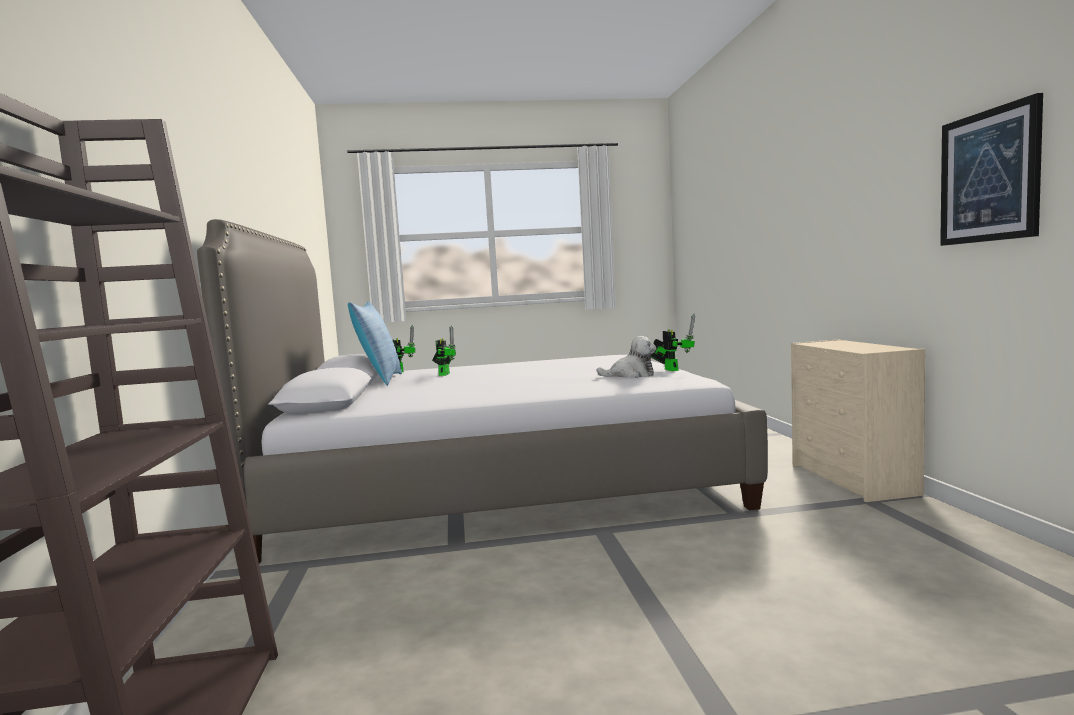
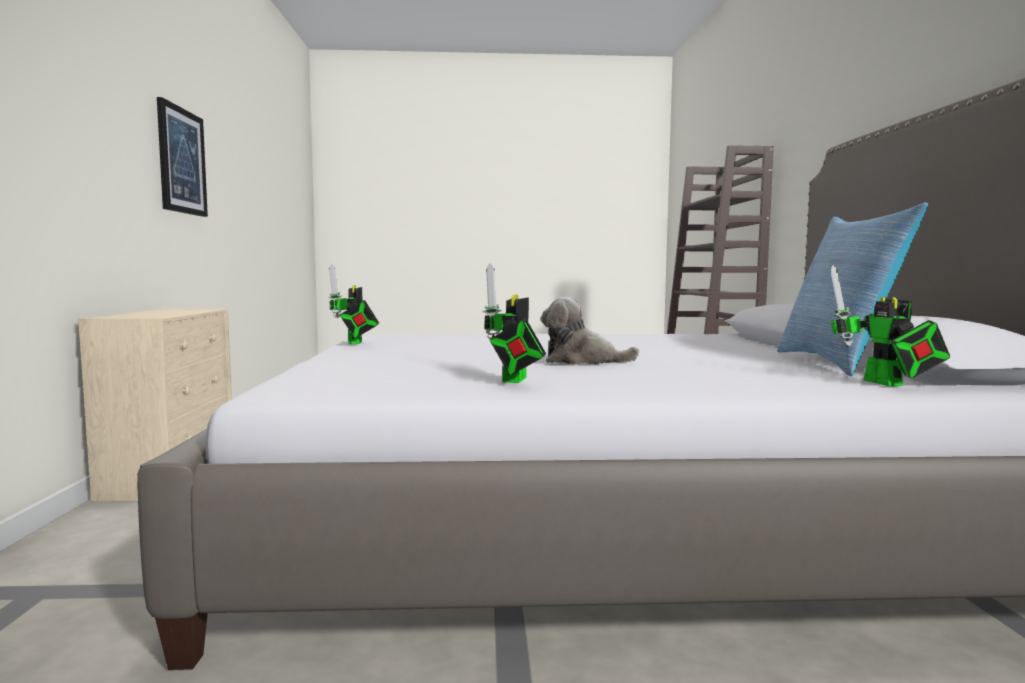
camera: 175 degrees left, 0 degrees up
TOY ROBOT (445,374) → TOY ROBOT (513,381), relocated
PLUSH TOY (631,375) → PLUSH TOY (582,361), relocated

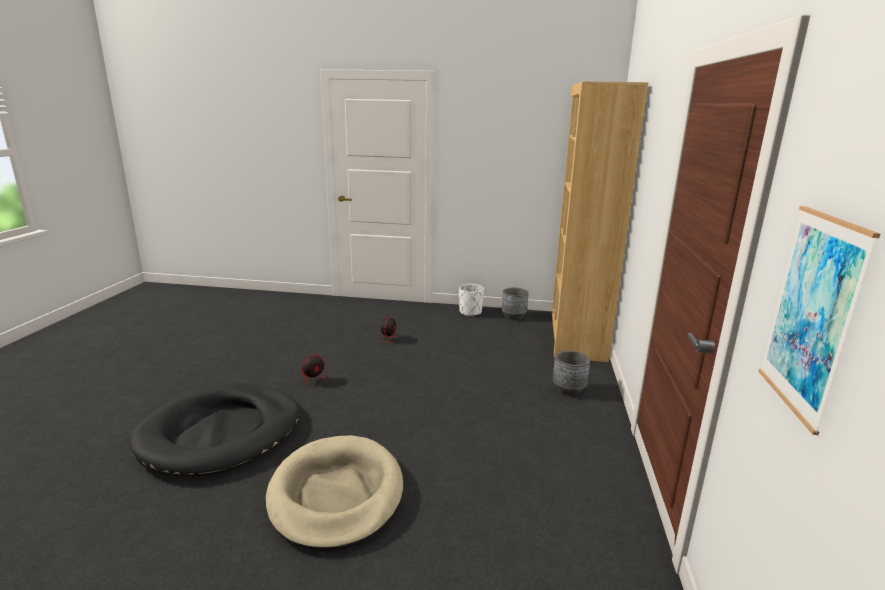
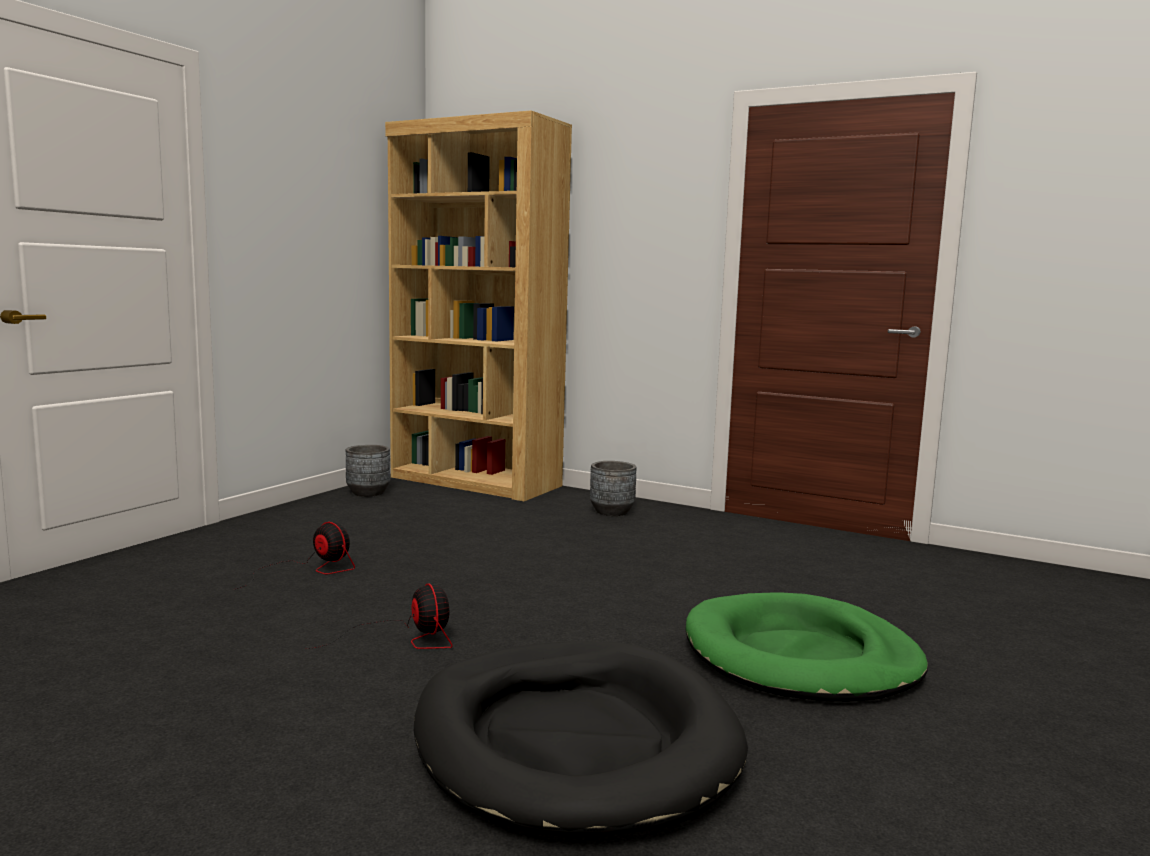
camera: 70 degrees left, 10 degrees down
WHITE PLANTER (470,312) → -
PICTURE (811,314) → -
BEIGE DOG BED (336,495) → GREEN DOG BED (800,657)

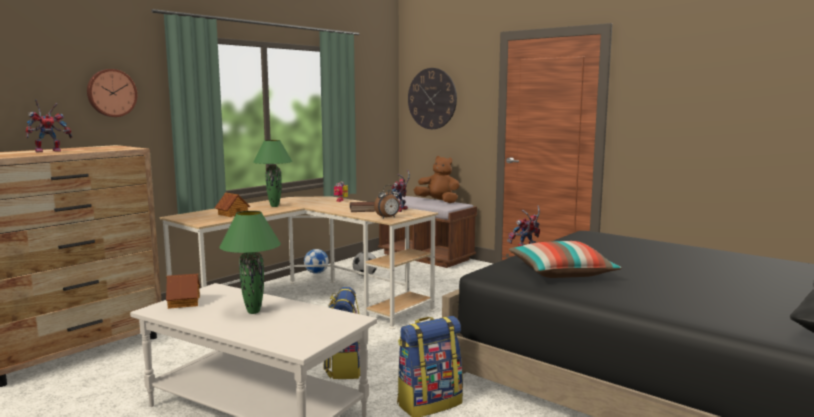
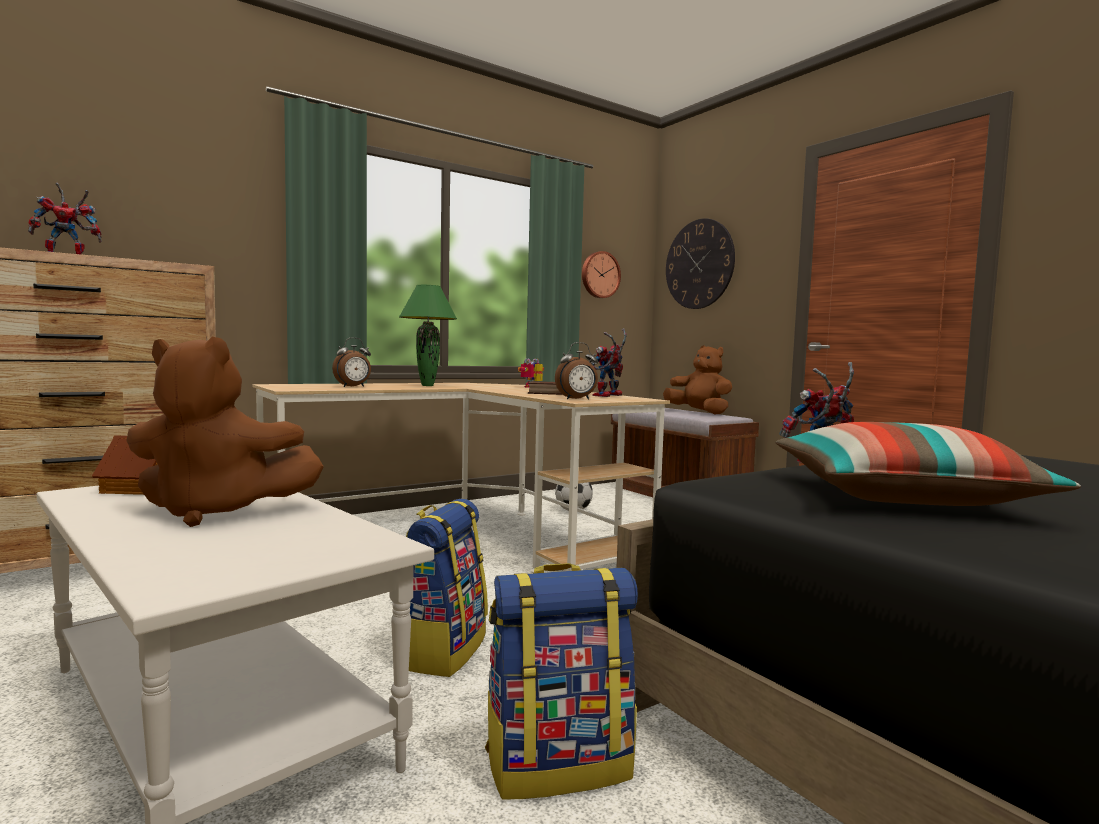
camera: 15 degrees right, 5 degrees down
FOOTBALL (316,273) → -
WALL CLOCK (111,93) → WALL CLOCK (599,275), relocated
TOY HOUSE (232,214) → ALARM CLOCK (353,386)
GREEN TABLE LAMP (253,312) → BROWN PLUSH TOY (218,512)

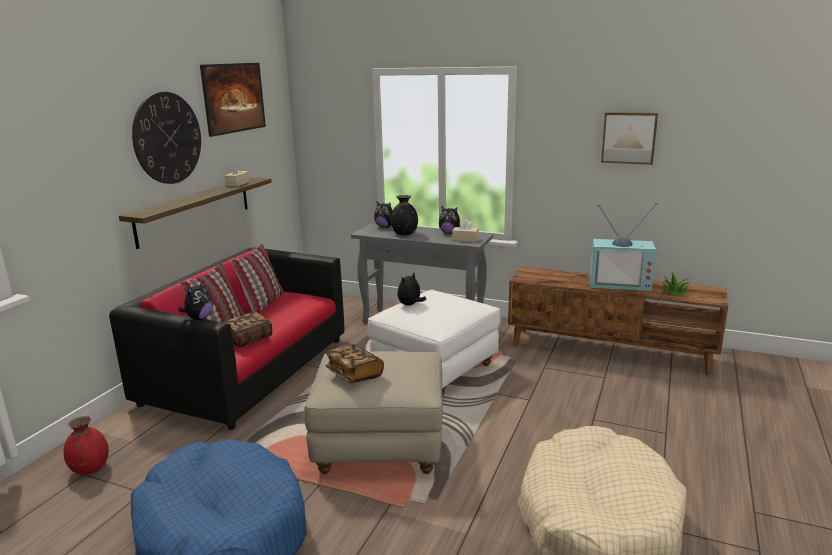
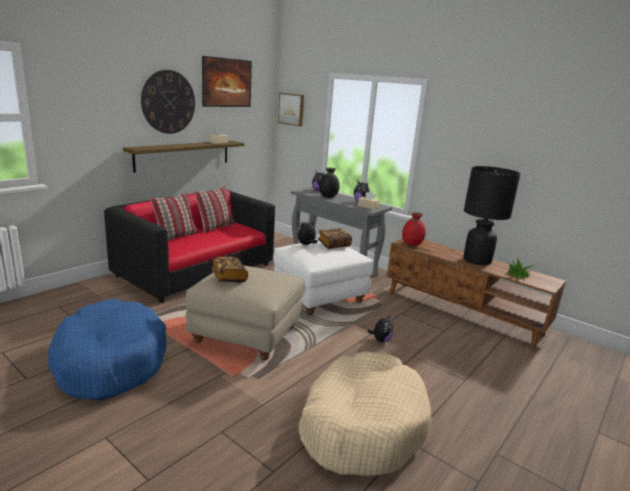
camera: 15 degrees right, 0 degrees up
RED VASE (90,468) → RED VASE (411,244), relocated
PLUSH TOY (199,318) → PLUSH TOY (381,340), relocated
BOOK (248,338) → BOOK (334,245), relocated
PICTURE (629,138) → PICTURE (291,109), relocated
TELEVISION (620,283) → BLACK TABLE LAMP (477,260)

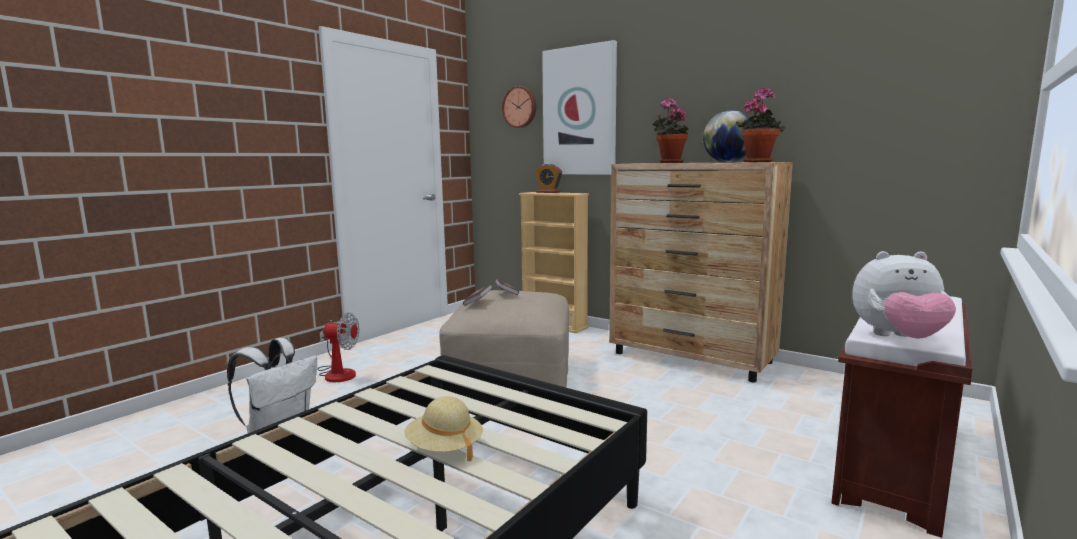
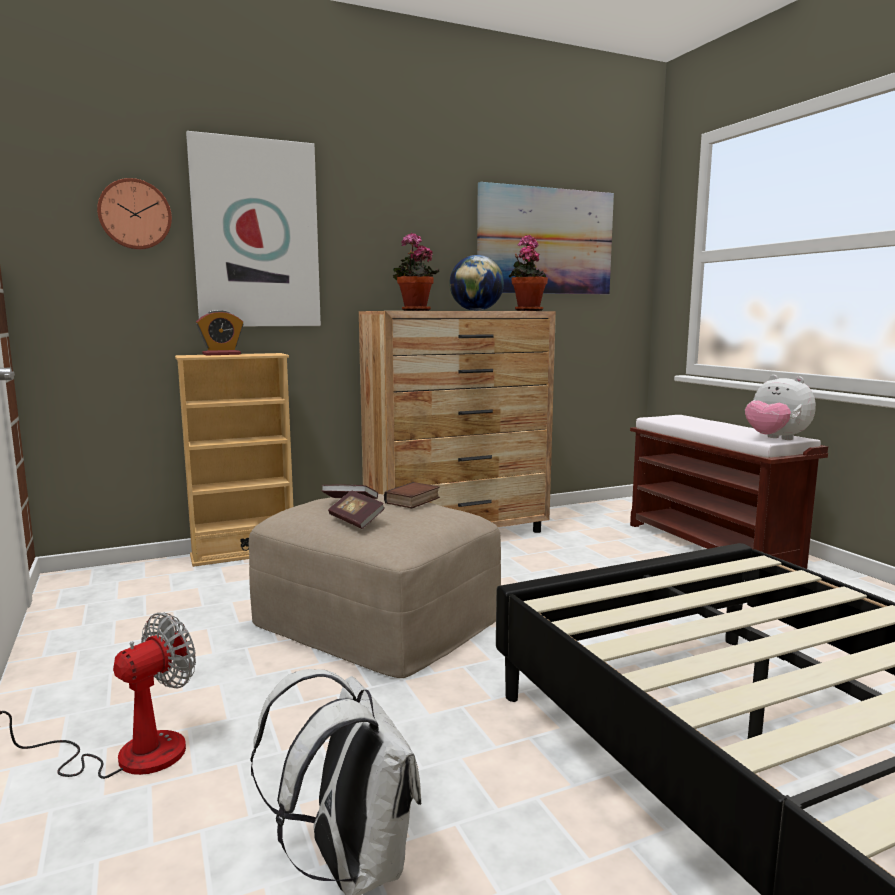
camera: 60 degrees left, 0 degrees up
BEIGE HAT (444,448) → -
- → BOOK (413,501)
- → PICTURE (545,241)
PLUSH TOY (898,338) → PLUSH TOY (775,439), 105 degrees clockwise

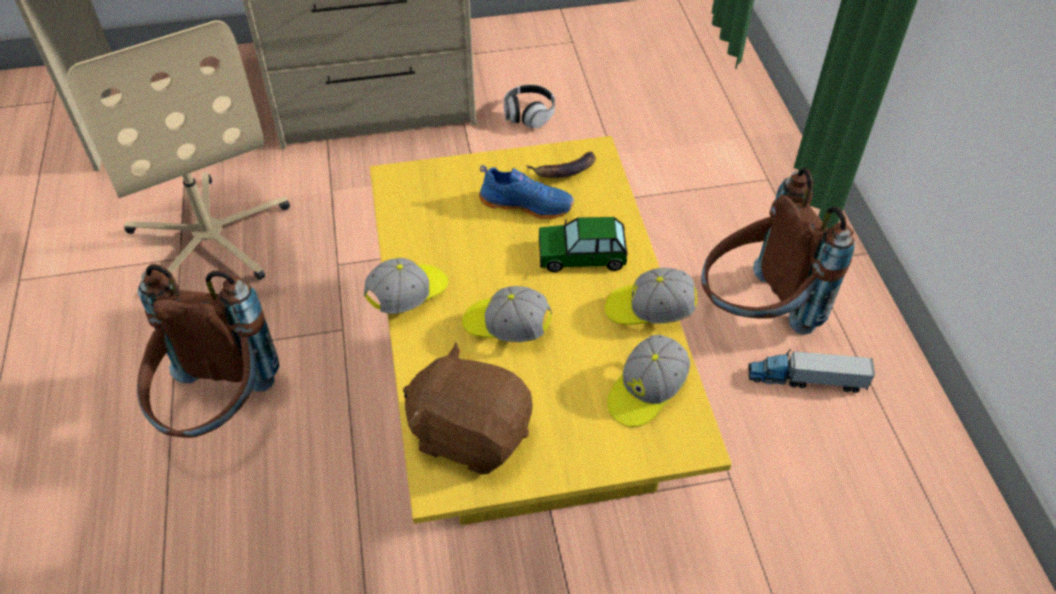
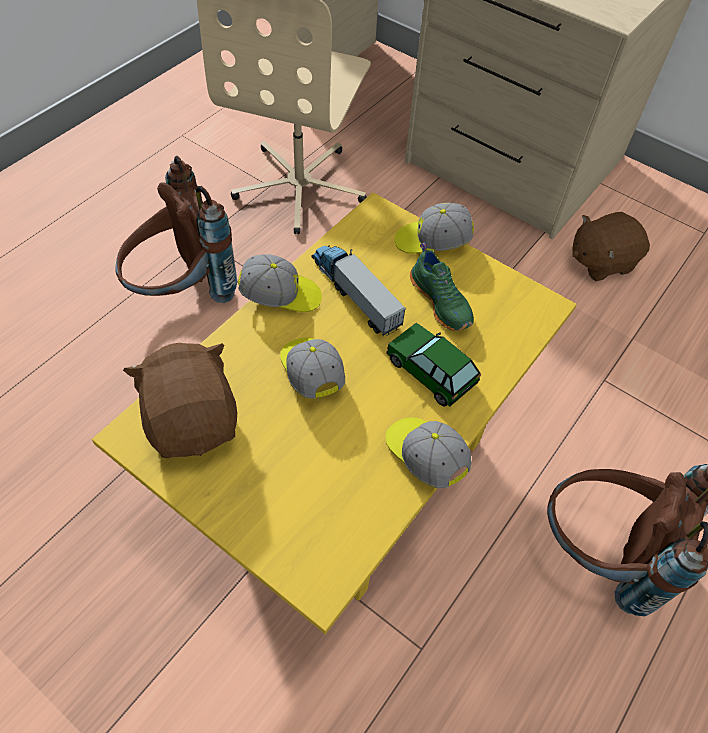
camera: 45 degrees right, 5 degrees up
BANANA (564,170) → -
CAP (646,391) → CAP (432,241), relocated
TOY TRUCK (806,379) → TOY TRUCK (354,294), relocated
HEADPHONES (529,115) → BROWN PLUSH TOY (600,261)
BLUE SHOE (526,203) → GREEN SHOE (442,301)

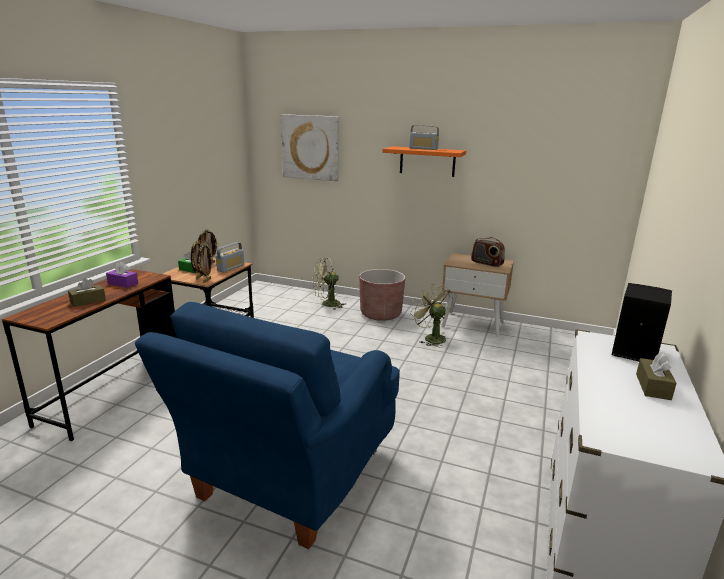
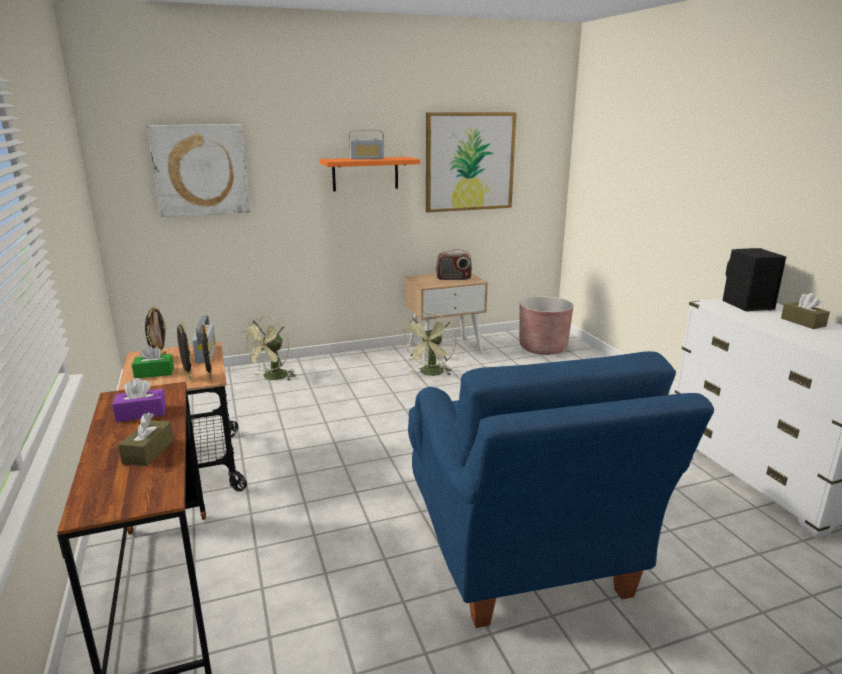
camera: 40 degrees left, 0 degrees up
- → PICTURE (469,162)
BROWN PLANTER (380,314) → BROWN PLANTER (543,348), relocated
GREEN FAN (431,338) → GREEN FAN (431,373), 90 degrees counterclockwise

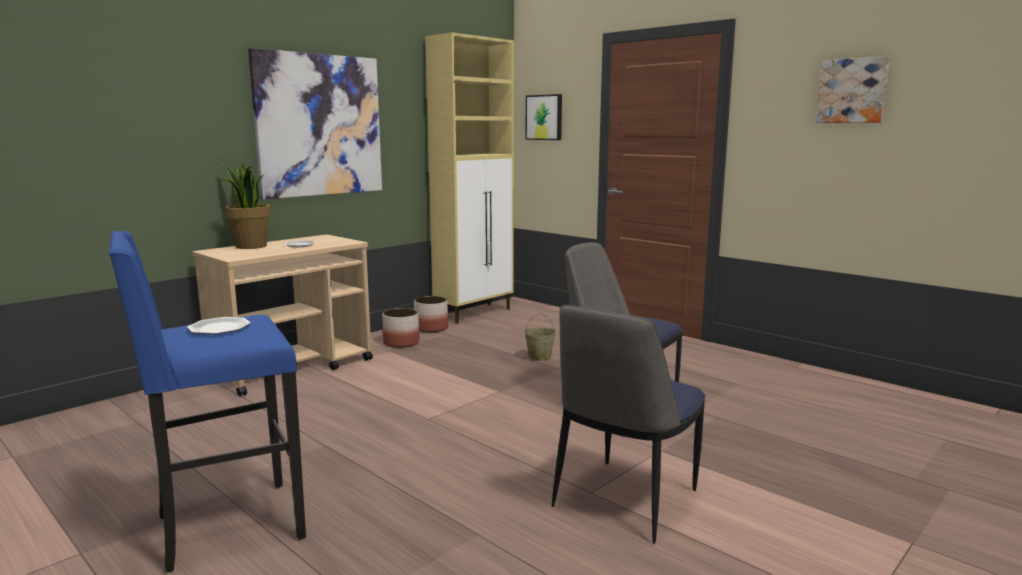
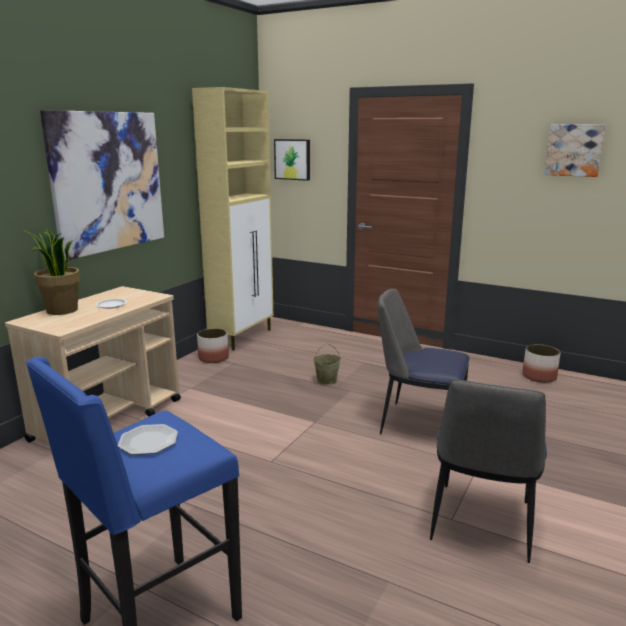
camera: 15 degrees left, 5 degrees up
PLANTER (401,343) → PLANTER (539,376), relocated

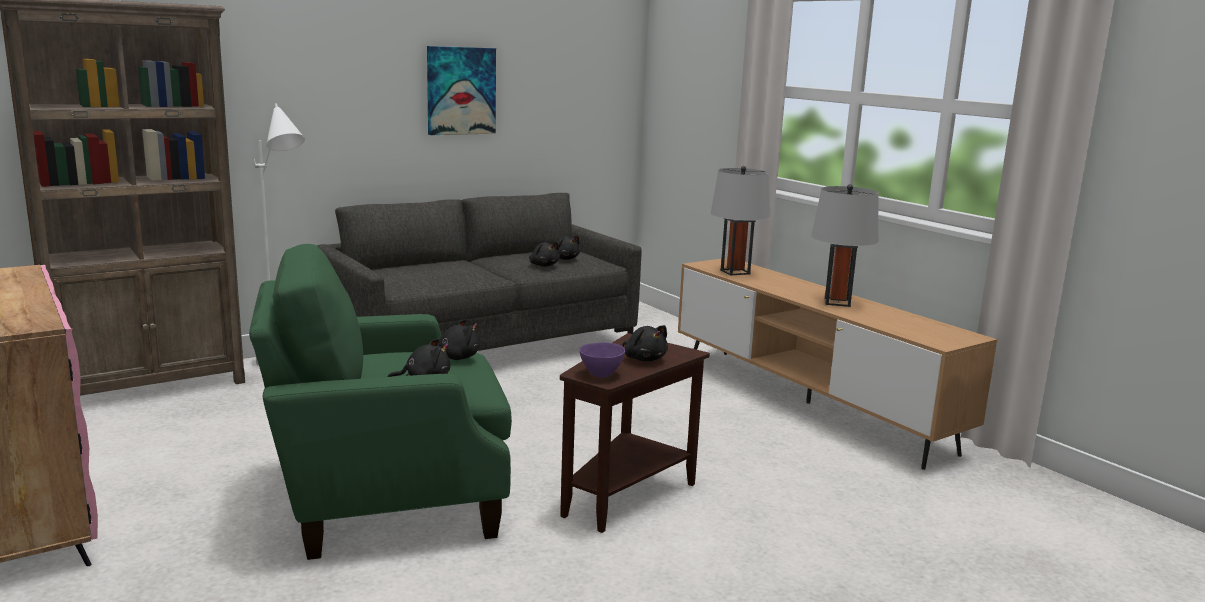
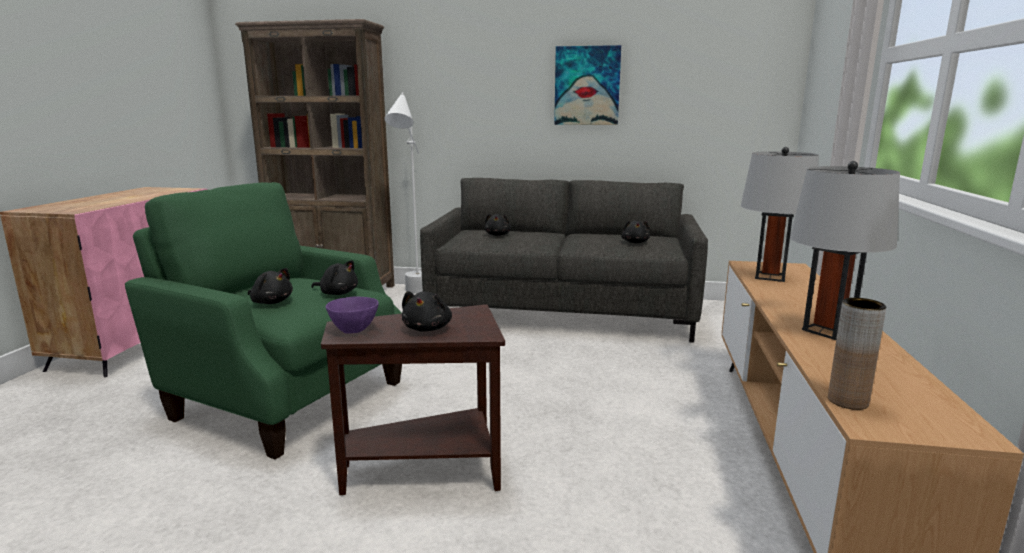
camera: 45 degrees right, 0 degrees up
- → BROWN VASE (847,401)
BLACK PLUSH TOY (543,265) → BLACK PLUSH TOY (498,235), relocated

